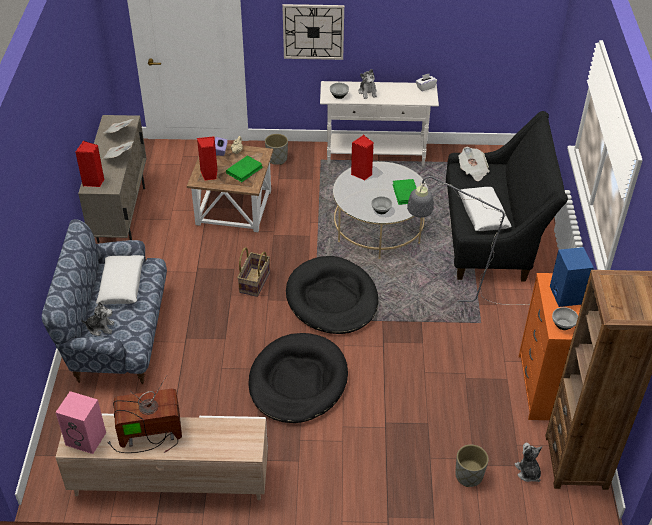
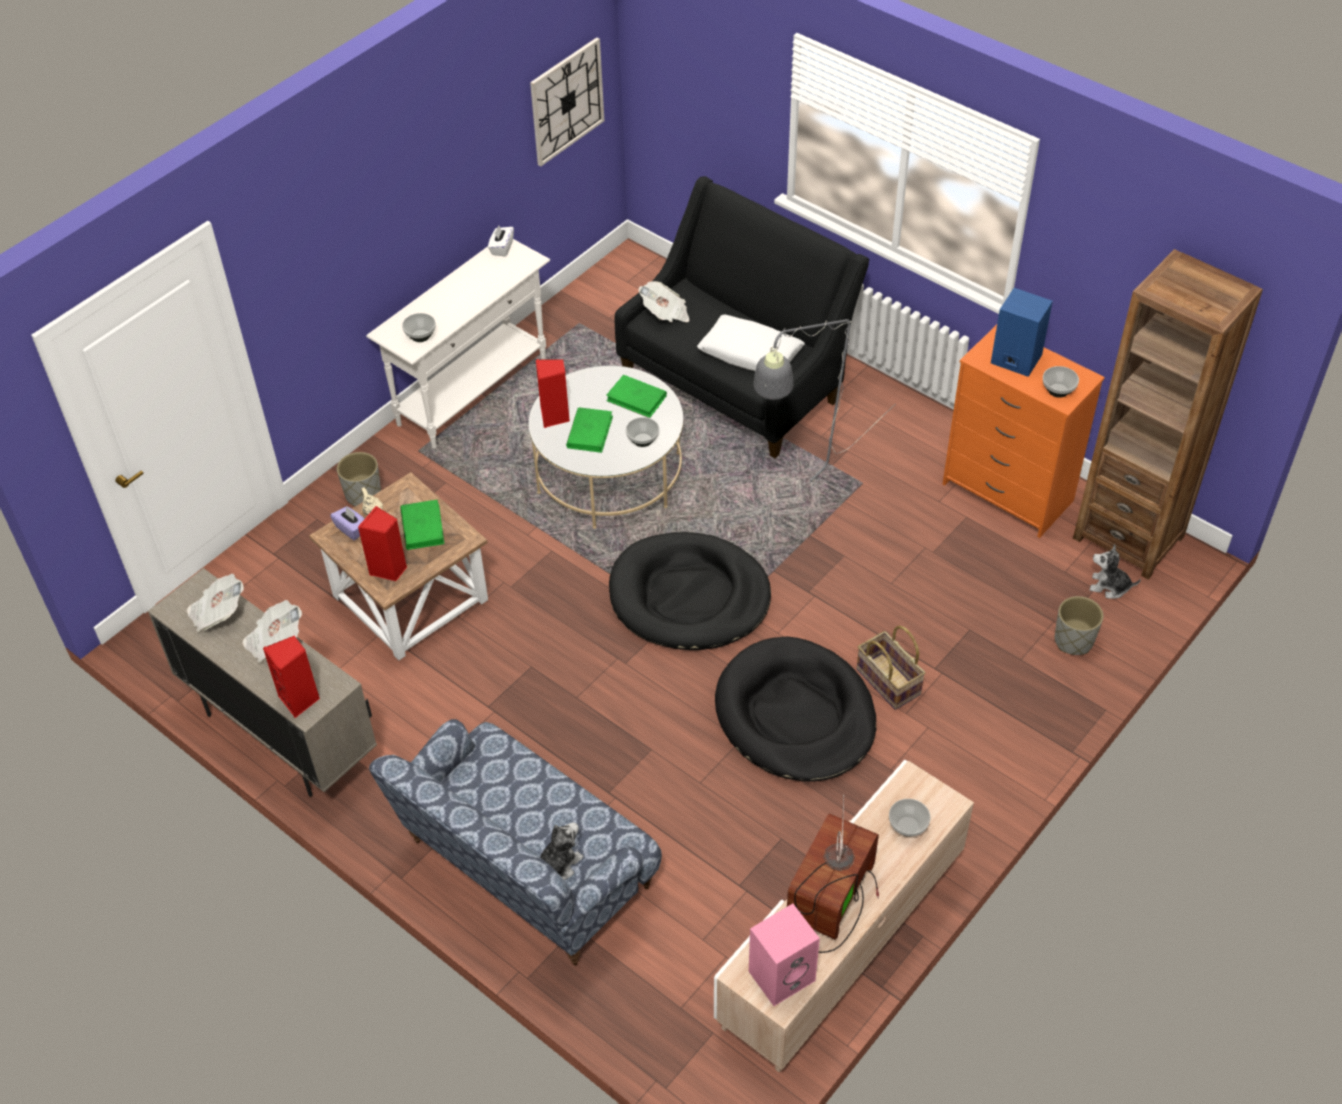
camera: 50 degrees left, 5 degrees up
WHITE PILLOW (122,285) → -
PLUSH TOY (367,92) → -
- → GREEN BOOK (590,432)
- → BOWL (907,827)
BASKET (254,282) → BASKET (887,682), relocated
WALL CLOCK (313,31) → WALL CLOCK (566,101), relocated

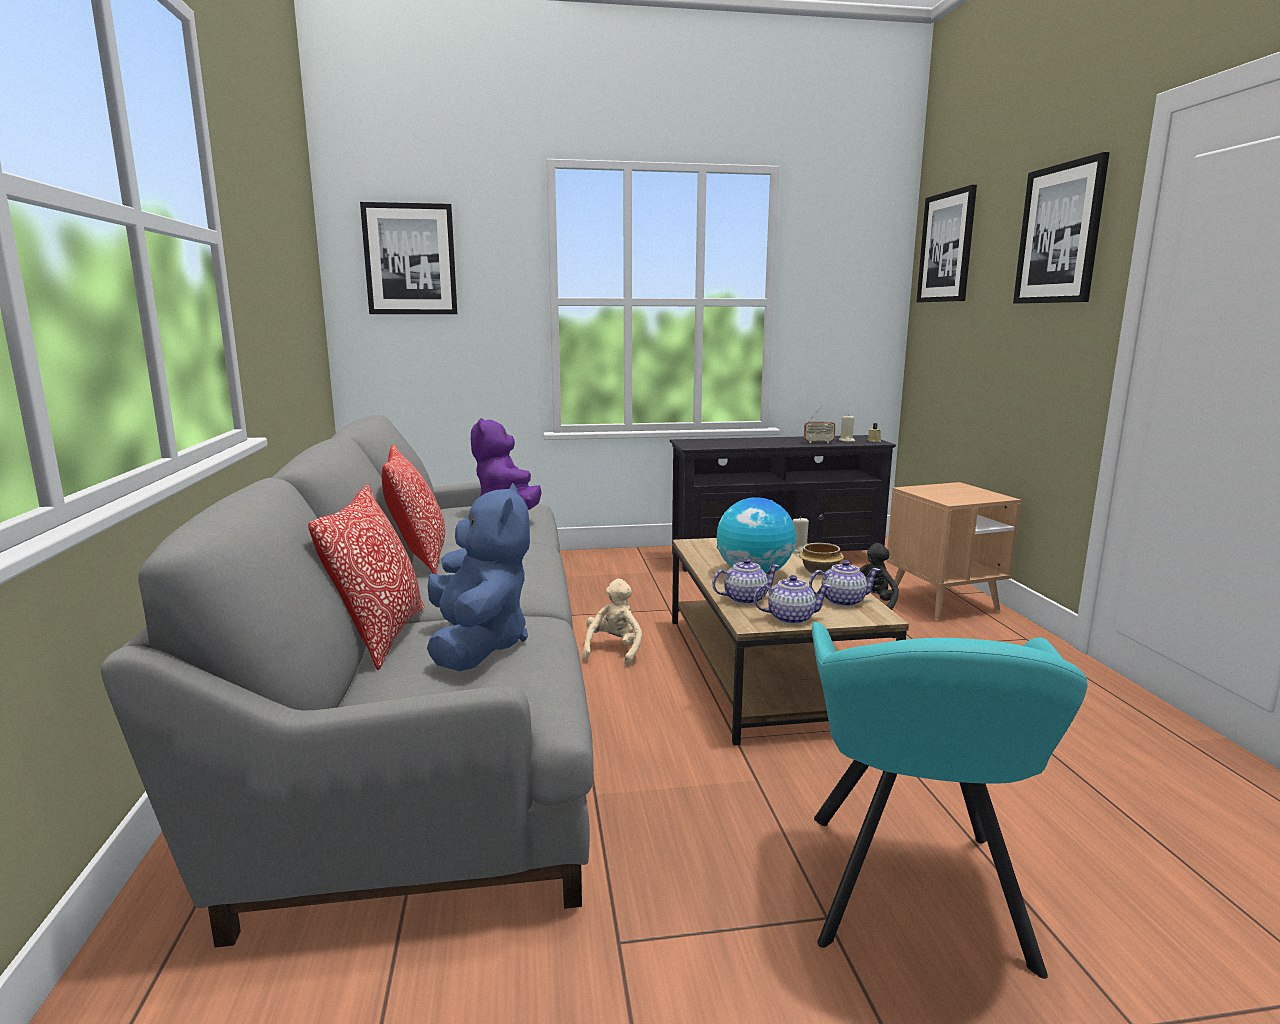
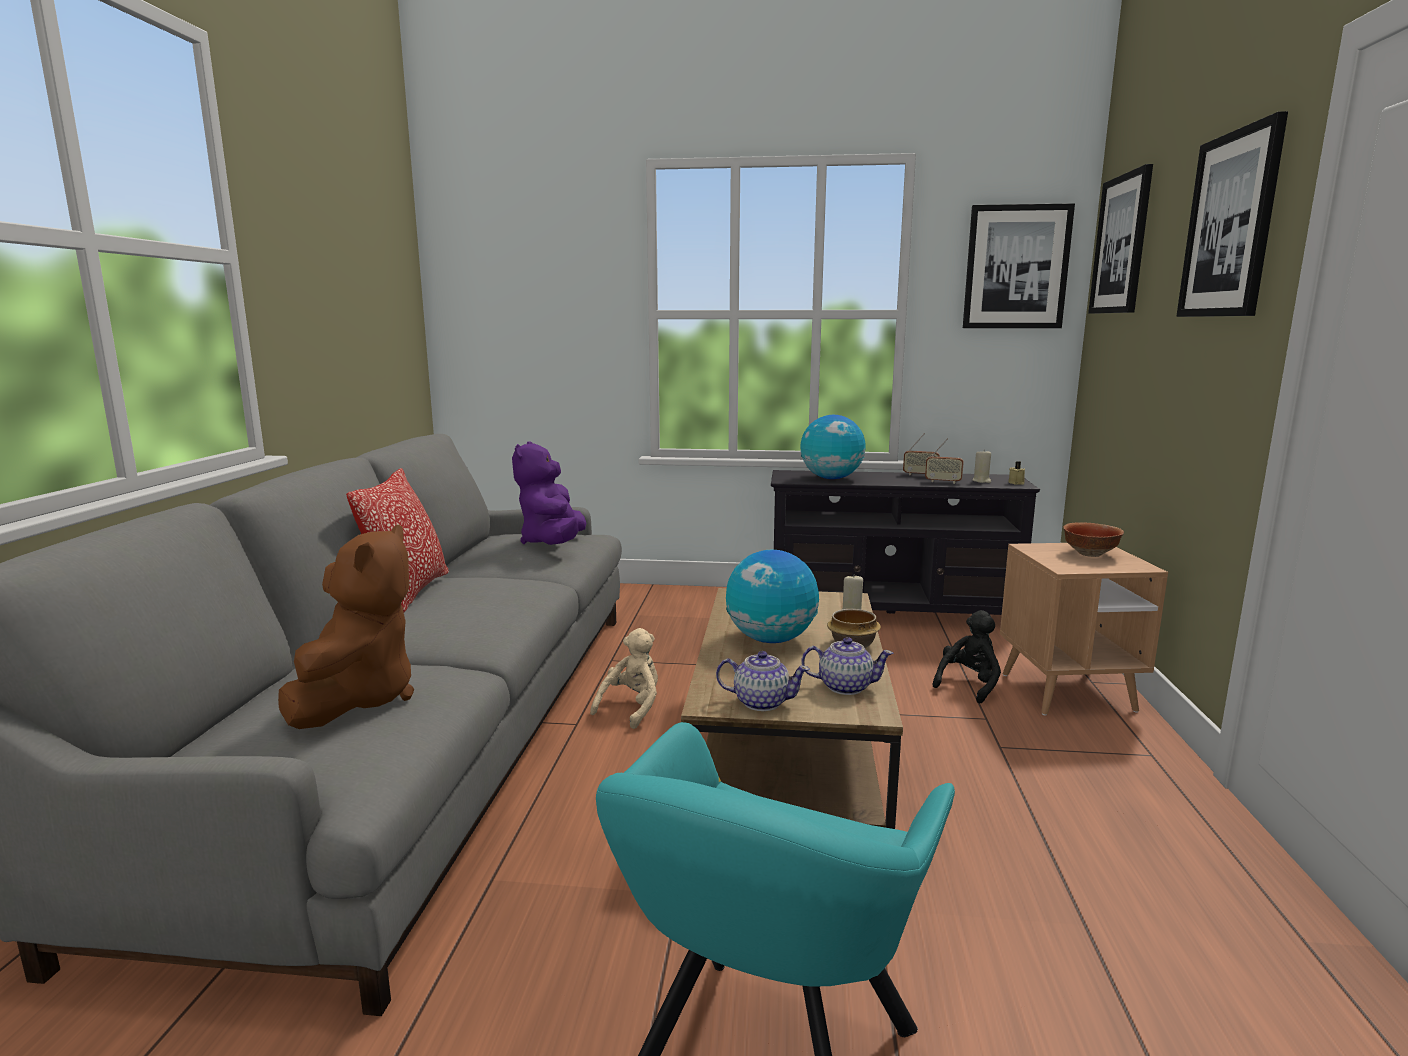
camera: 15 degrees right, 0 degrees up
PILLOW (380,636) → -
TEAPOT (744,599) → -
- → GLOBE (831,478)
- → RADIO (920,475)
- → BOWL (1091,554)
PICTURE (410,259) → PICTURE (1016,267), relocated
BLUE PLUSH TOY (477,645) → BROWN PLUSH TOY (357,699)

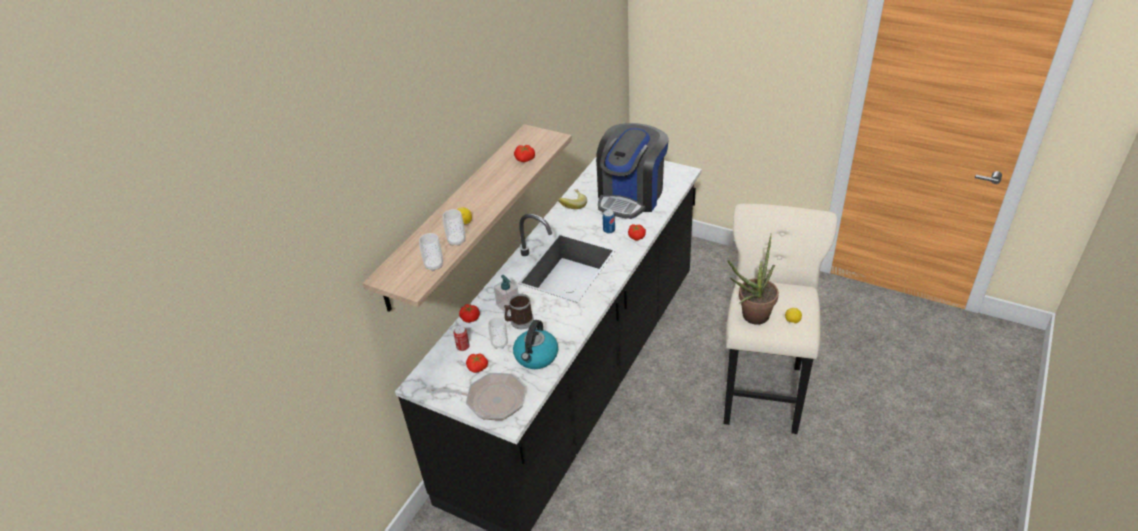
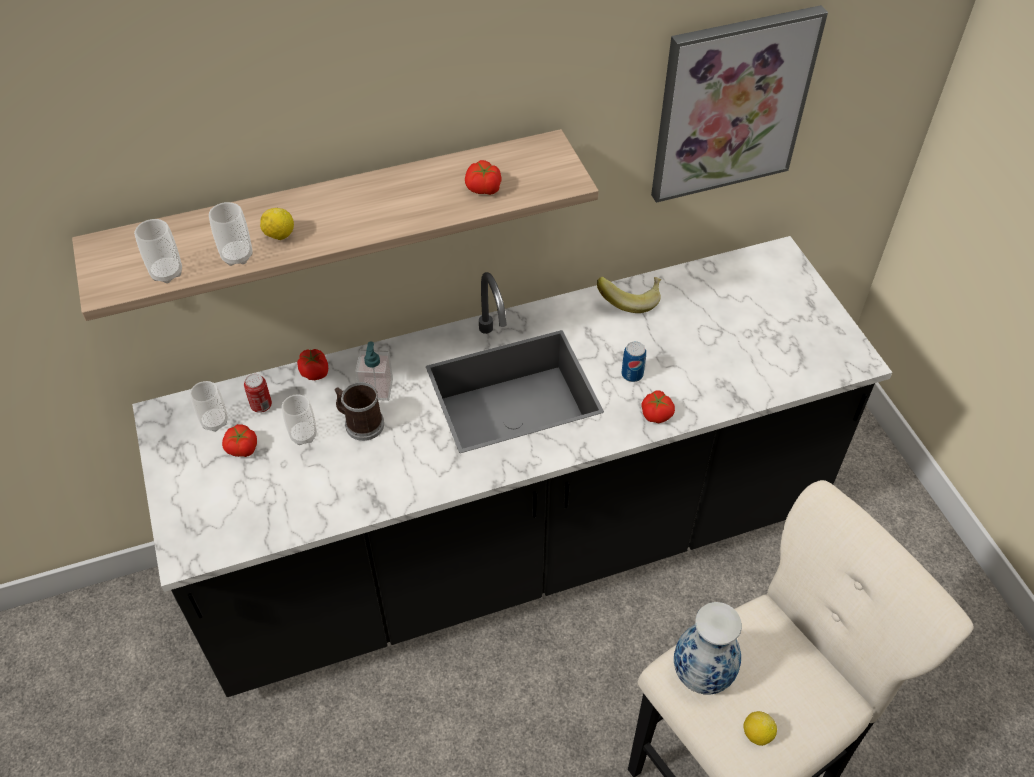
camera: 40 degrees right, 10 degrees up
FRYING PAN (490,400) → -
KETTLE (536,357) → -
COFFEE MACHINE (631,196) → -
- → CUP (214,422)
- → PICTURE (731,105)
POTTED PLANT (751,318) → VASE (701,673)

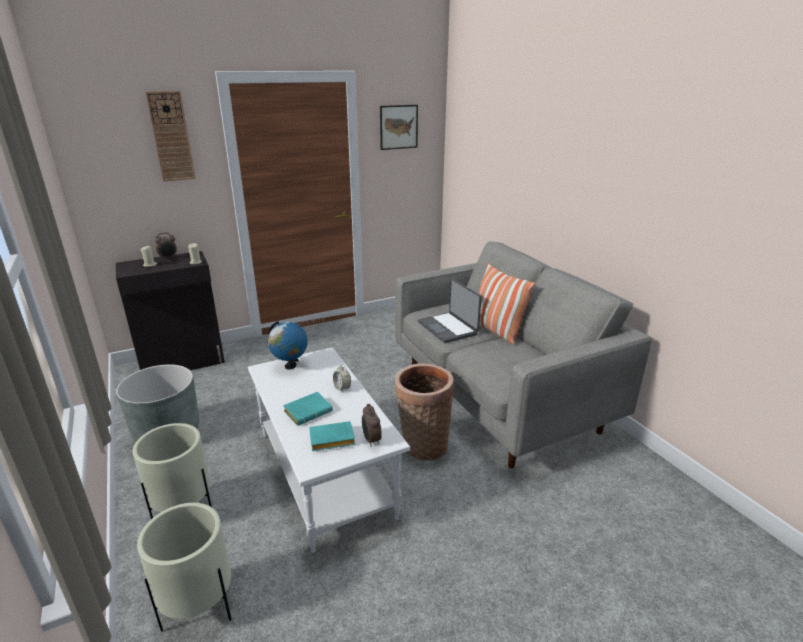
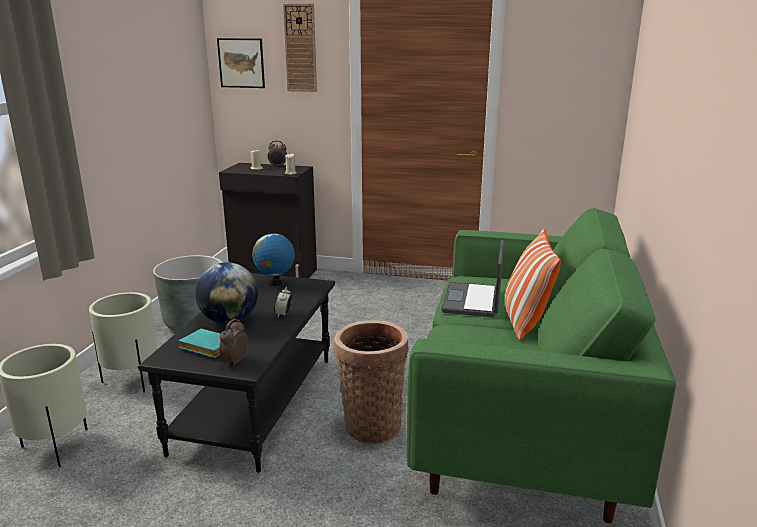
camera: 40 degrees right, 5 degrees down
PICTURE (398,127) → PICTURE (241,63), relocated
TURQUOISE BOOK (308,411) → GLOBE (229,320)
WHITE COFFEE TABLE (326,473) → BLACK COFFEE TABLE (257,404)
GREY SOFA (498,398) → GREEN SOFA (522,420)

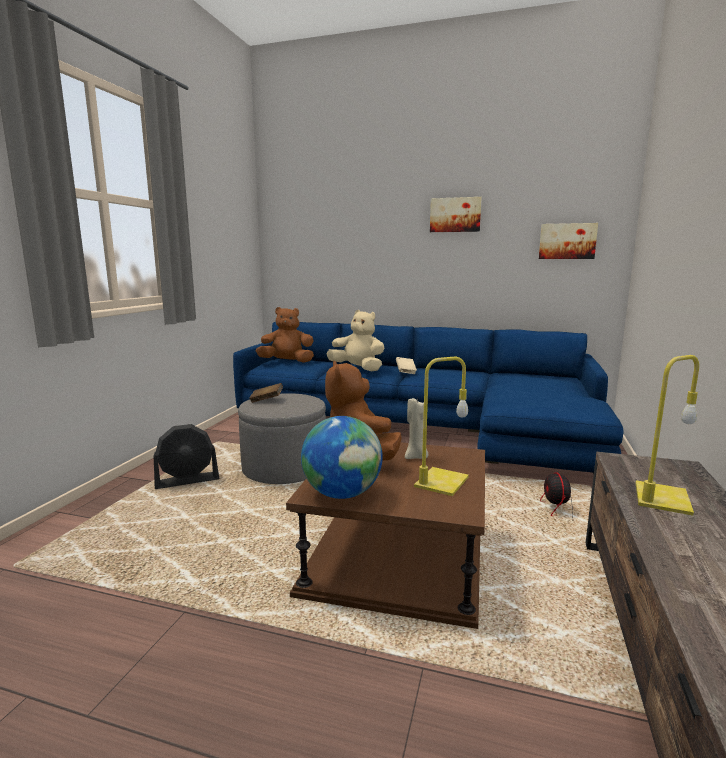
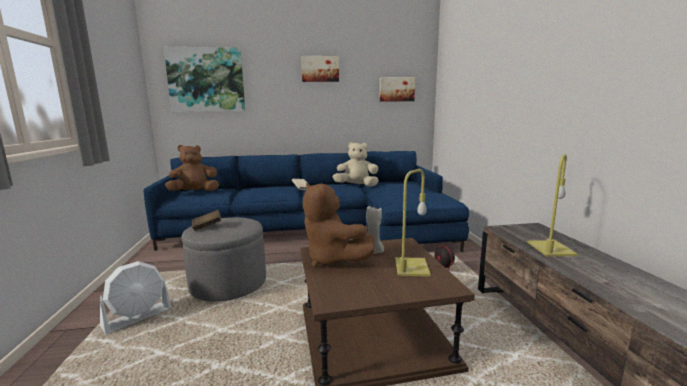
camera: 25 degrees left, 0 degrees up
GLOBE (342,494) → -
- → PICTURE (206,80)
BEIGE PLUSH TOY (358,369) → BEIGE PLUSH TOY (356,186), relocated
BLACK FAN (187,481) → WHITE FAN (138,317)

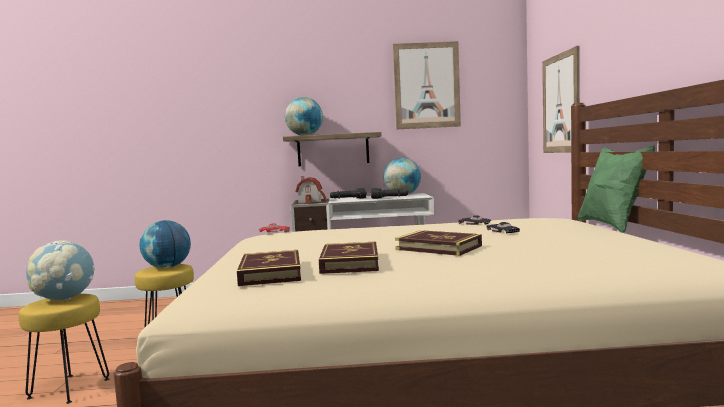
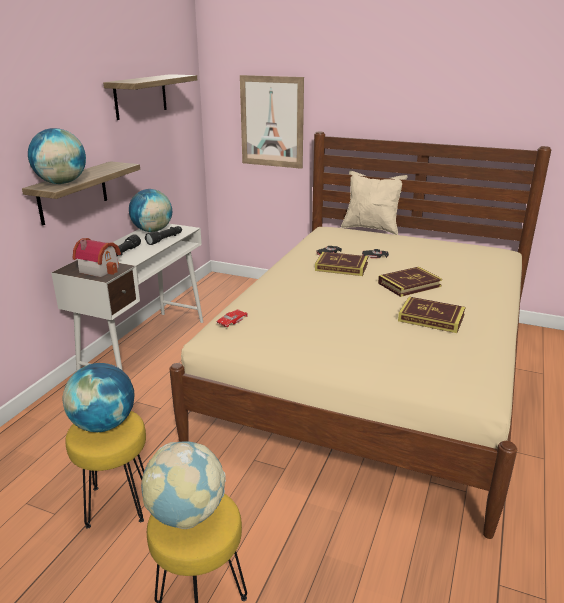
camera: 65 degrees left, 20 degrees up
BOOK (271,273) → BOOK (341,267), relocated
PICTURE (426,85) → SHELF (140,96)
GREEN PILLOW (612,226) → BEIGE PILLOW (371,228)

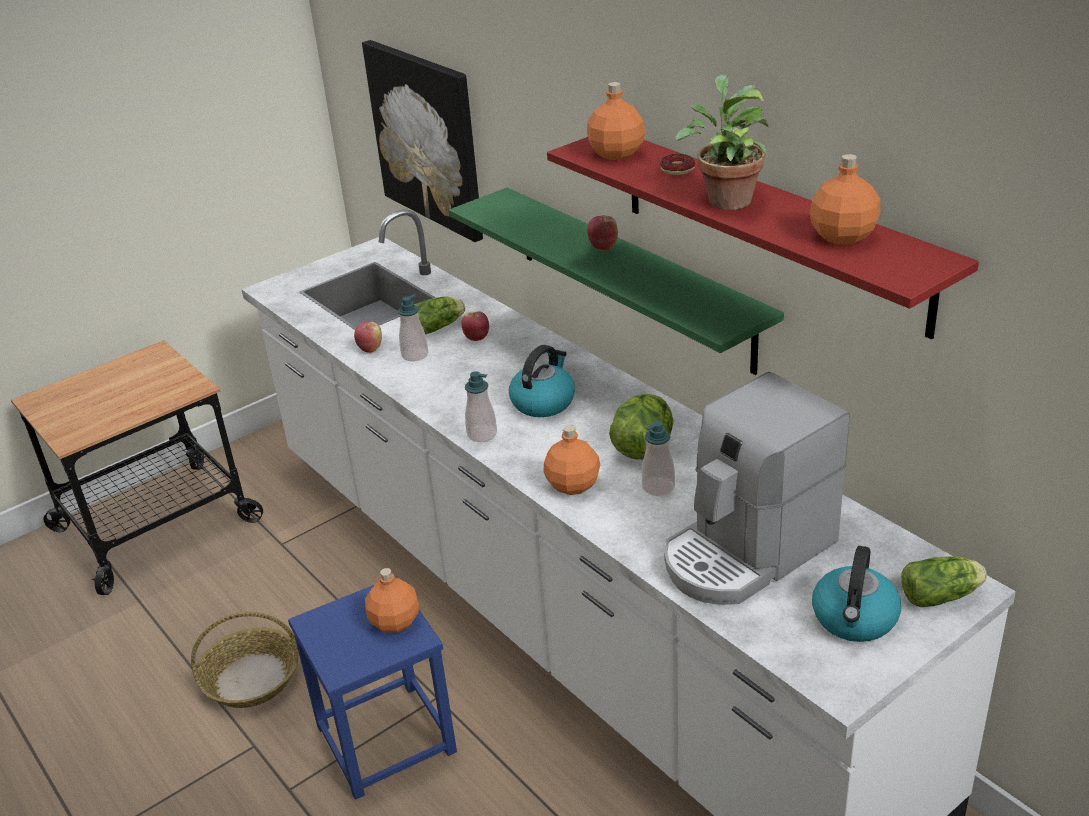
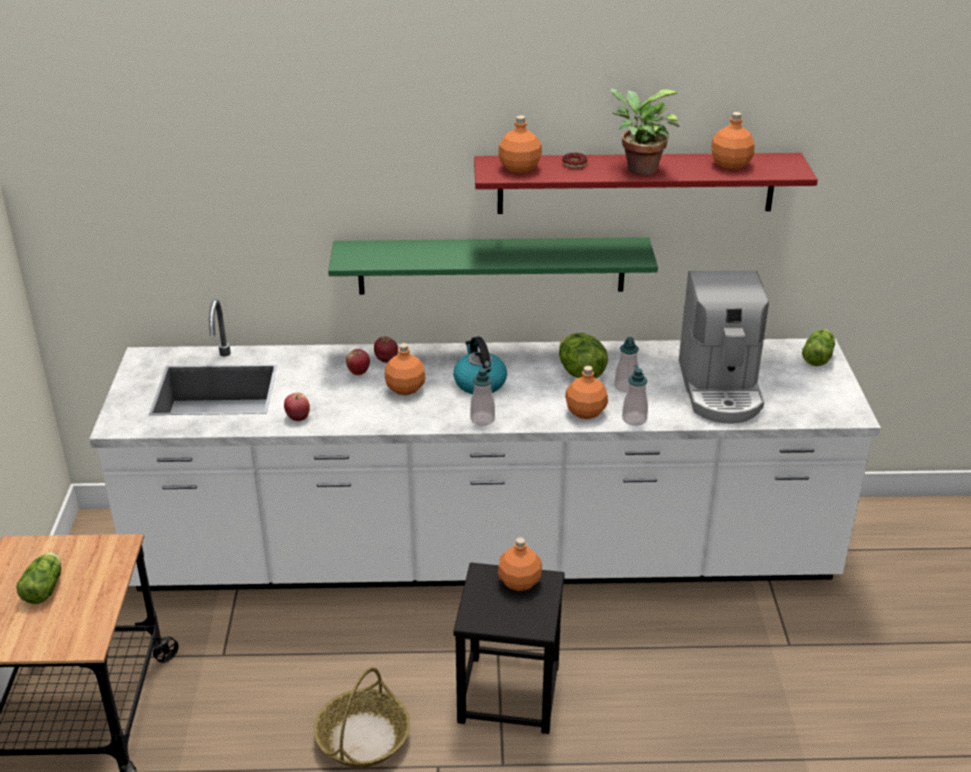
camera: 55 degrees left, 0 degrees up
PICTURE (427,138) → -
KETTLE (854,619) → -
- → ORANGE BOTTLE (405,389)
SOAP DISPENSER (415,355) → SOAP DISPENSER (634,419), relocated
LETTUCE (439,327) → LETTUCE (45,587), relocated
APPLE (603,247) → APPLE (386,360), relocated
BLUE STOOL (386,740) → BLACK STOOL (510,693)

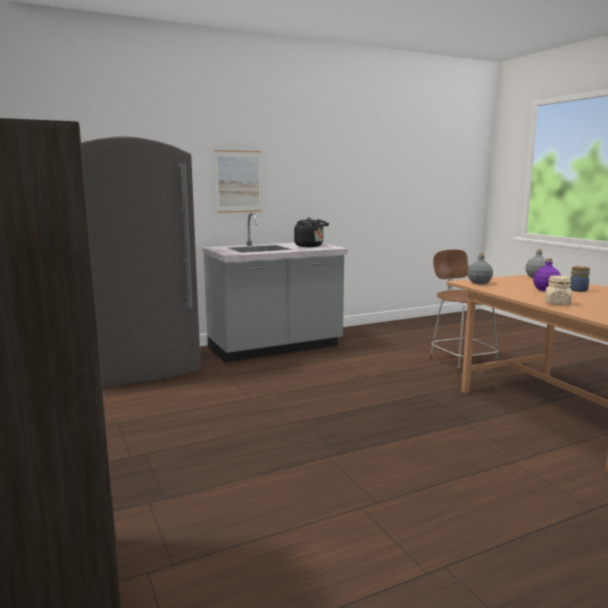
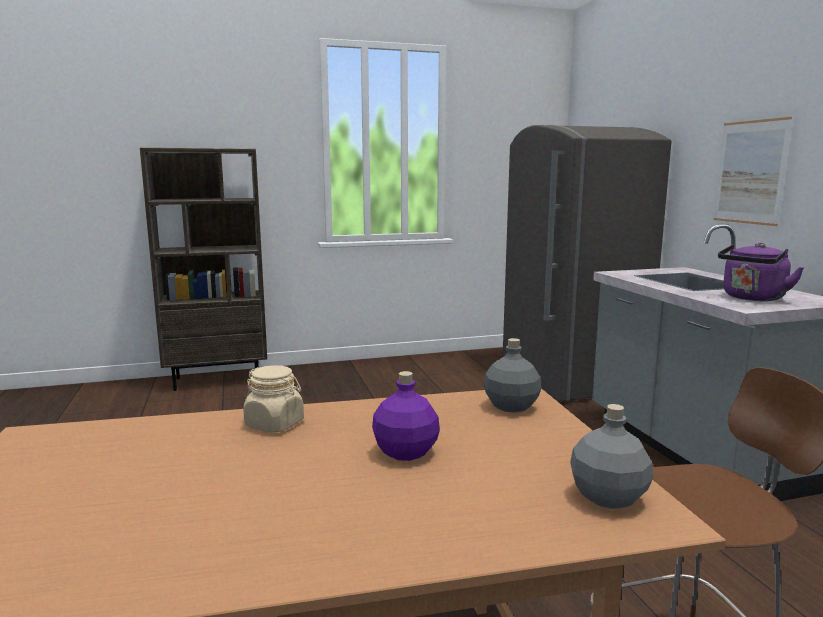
camera: 100 degrees right, 0 degrees up
JAR (578,290) → -
BLACK KETTLE (310,246) → PURPLE KETTLE (752,298)

